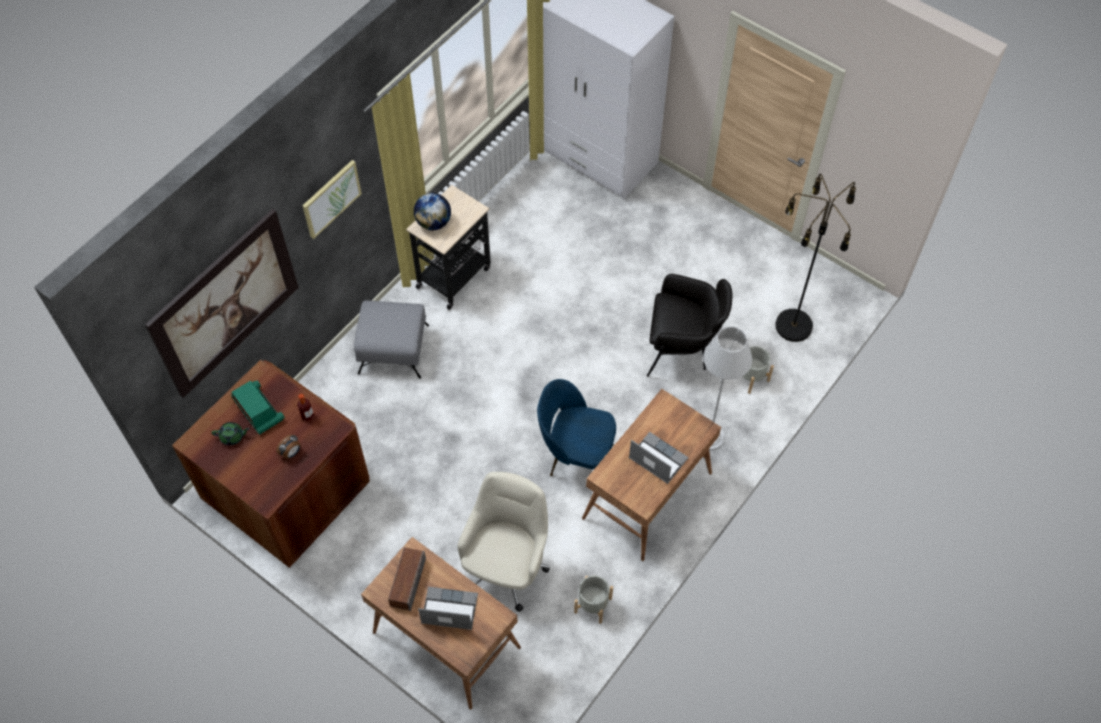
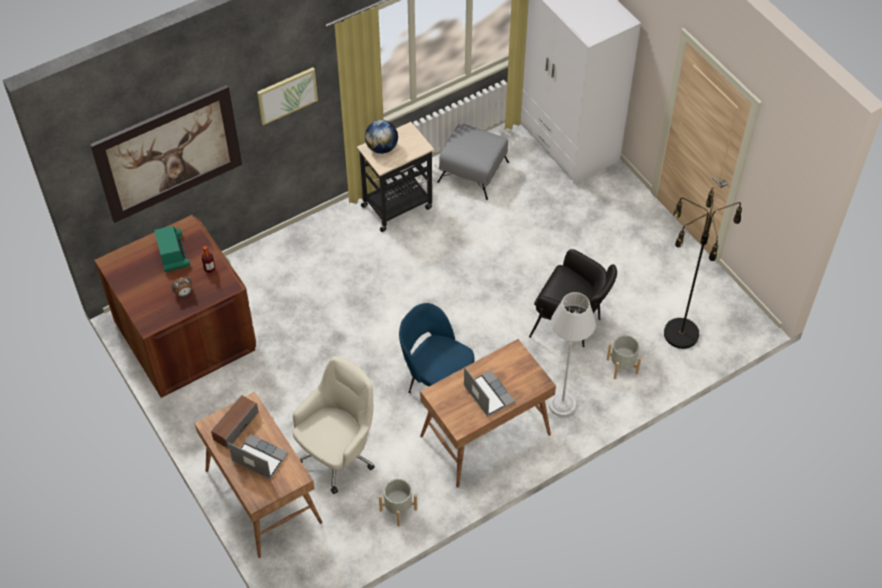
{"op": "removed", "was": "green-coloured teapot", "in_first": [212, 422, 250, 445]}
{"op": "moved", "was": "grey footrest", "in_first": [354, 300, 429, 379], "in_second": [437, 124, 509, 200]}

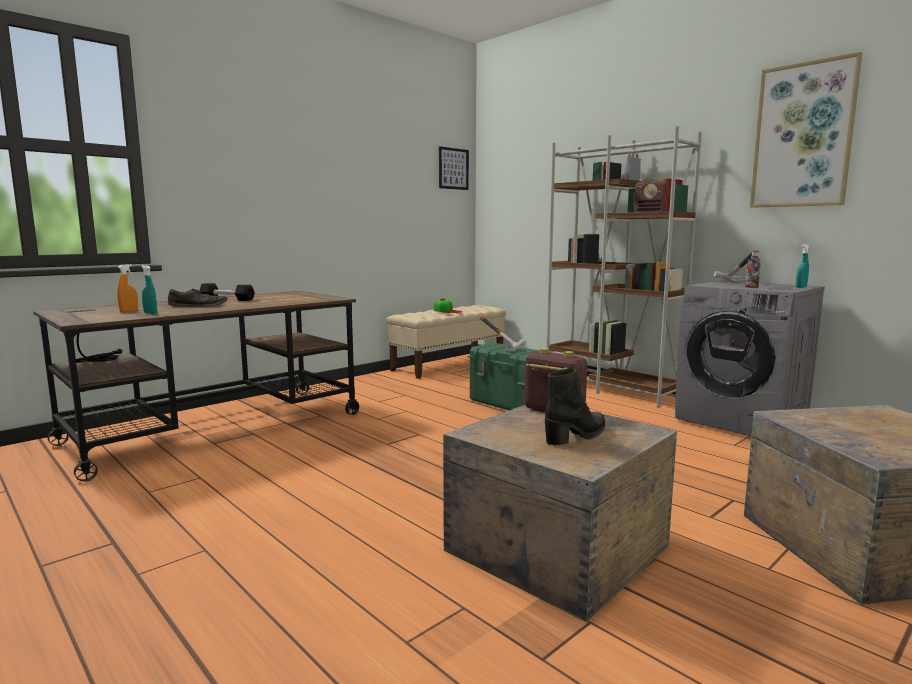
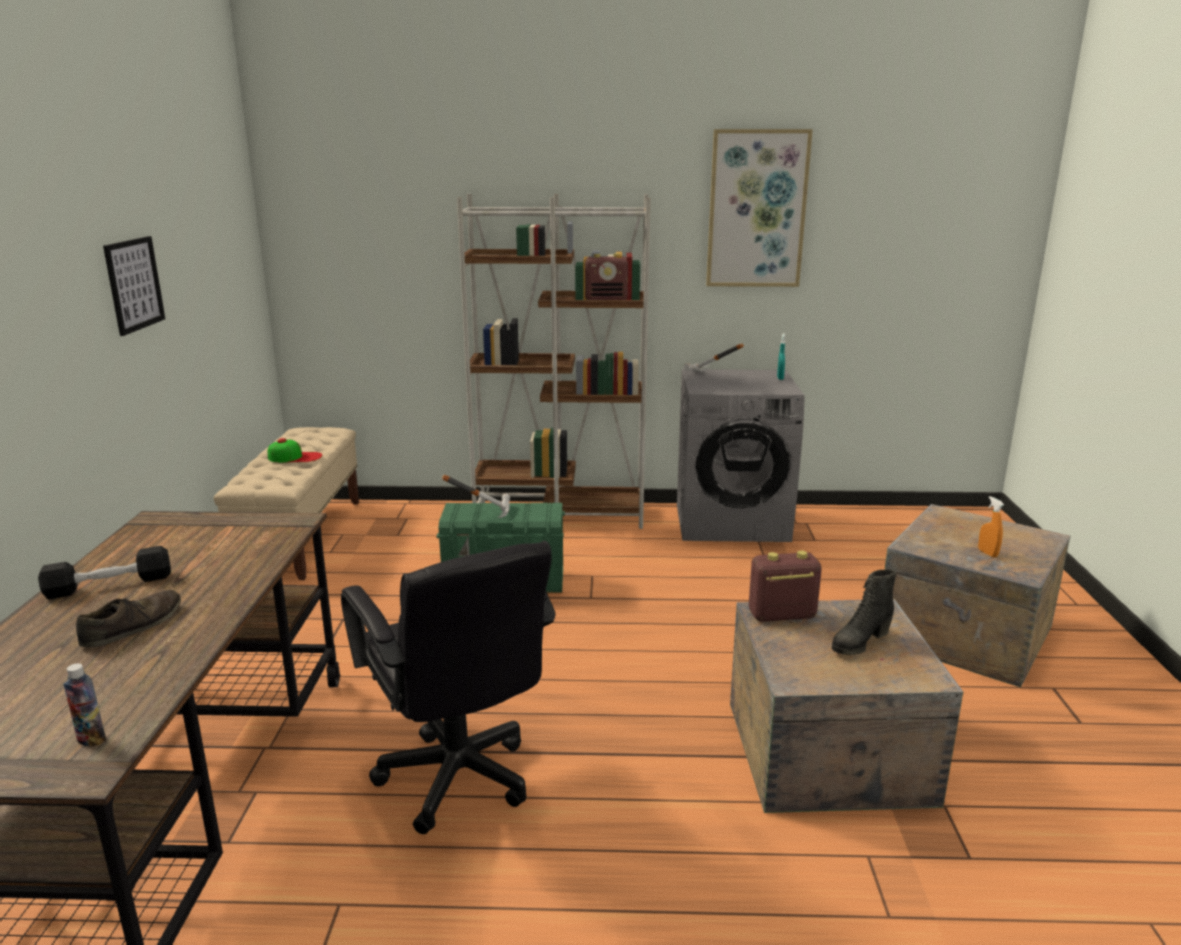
{"op": "removed", "was": "turquoise-coloured spray bottle", "in_first": [141, 265, 157, 315]}
{"op": "added", "now": "black-coloured office chair", "in_second": [341, 541, 555, 834]}
{"op": "moved", "was": "orange spray bottle", "in_first": [117, 264, 138, 312], "in_second": [978, 496, 1004, 558]}
{"op": "moved", "was": "wall picture", "in_first": [439, 146, 469, 190], "in_second": [103, 236, 165, 336]}
{"op": "moved", "was": "drink bottle", "in_first": [745, 252, 761, 288], "in_second": [63, 663, 106, 746]}
{"op": "turned", "was": "black-coloured high-top boot", "in_first": [545, 368, 605, 446], "in_second": [832, 570, 896, 655], "clockwise": -135}

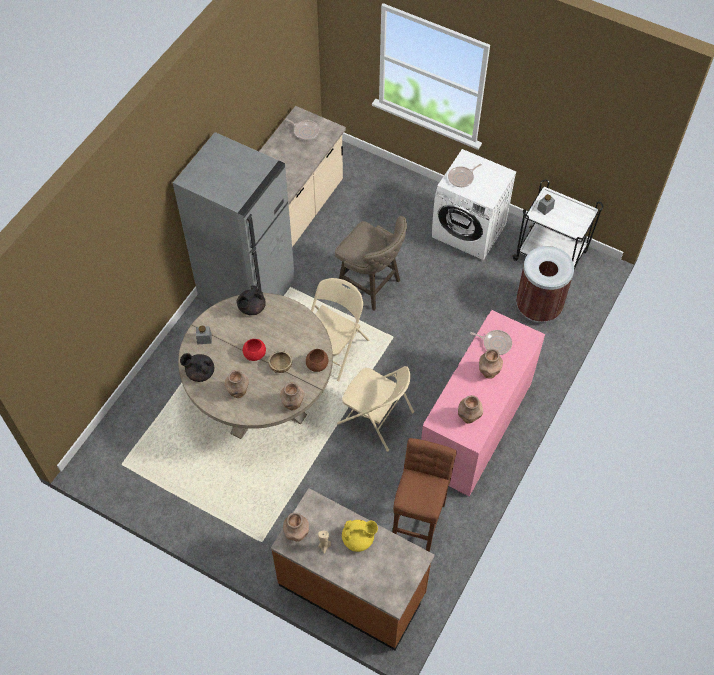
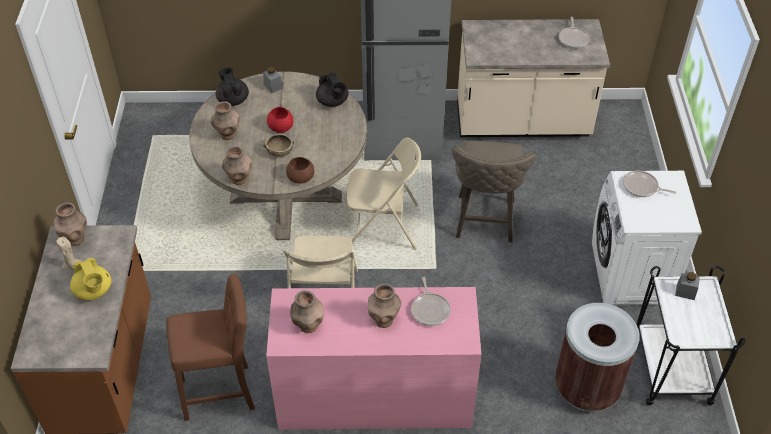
{"op": "turned", "was": "black-coloured teapot", "in_first": [236, 285, 266, 315], "in_second": [316, 73, 349, 107], "clockwise": -135}

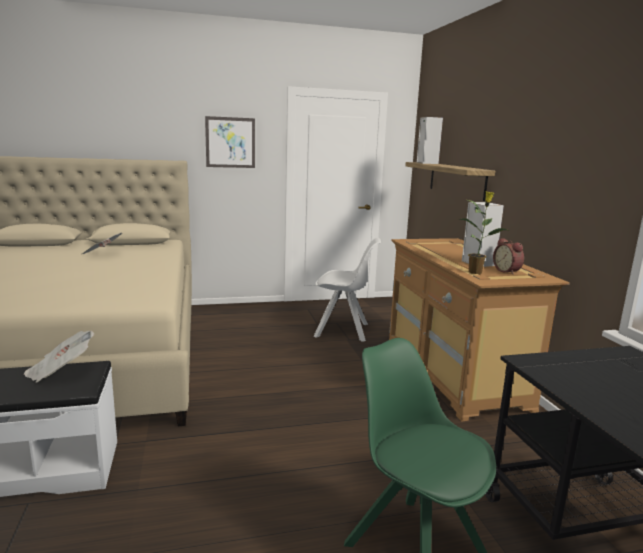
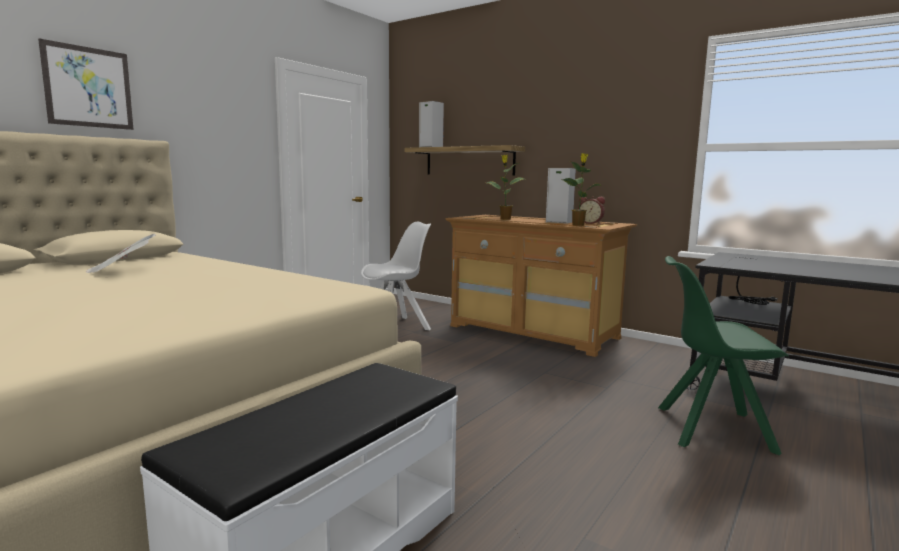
{"op": "removed", "was": "daily paper", "in_first": [24, 331, 94, 383]}
{"op": "added", "now": "plant in a pot", "in_second": [487, 155, 524, 220]}
{"op": "moved", "was": "wall picture", "in_first": [205, 116, 255, 168], "in_second": [38, 38, 134, 130]}

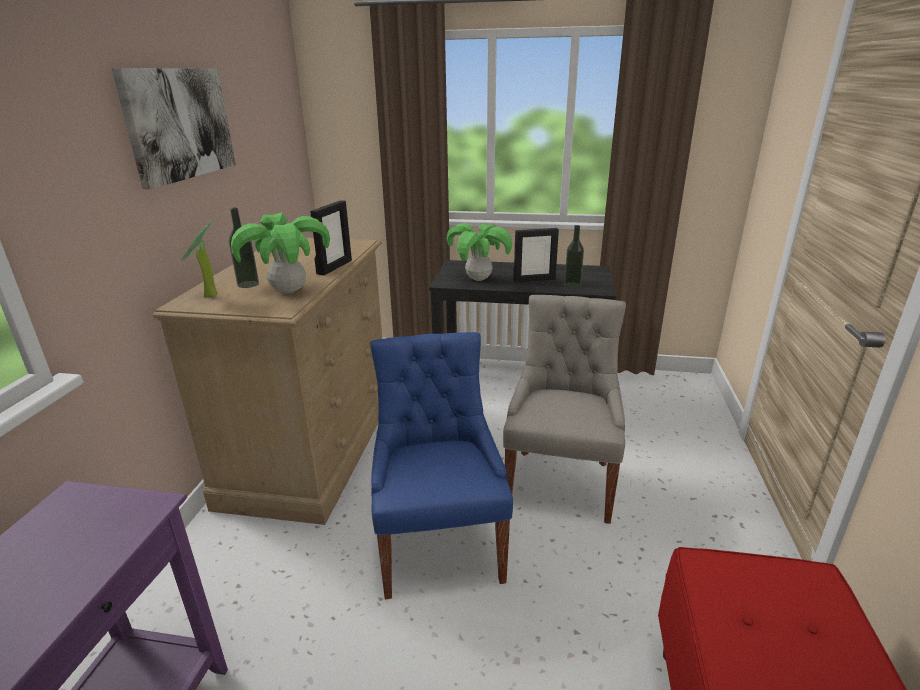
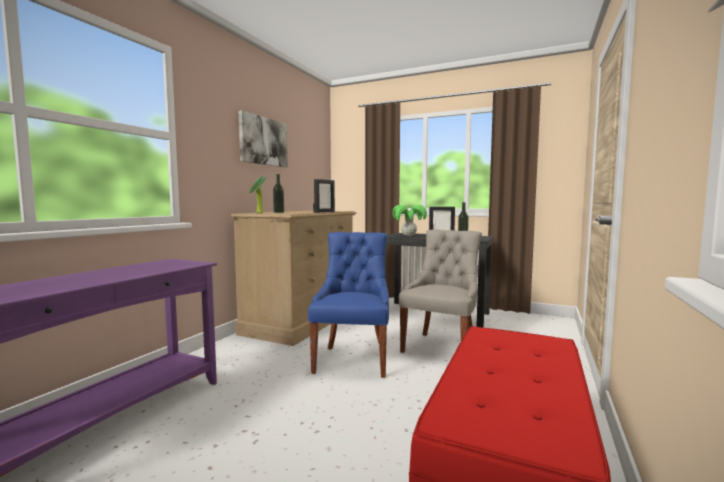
{"op": "removed", "was": "plant in a pot", "in_first": [231, 213, 330, 293]}

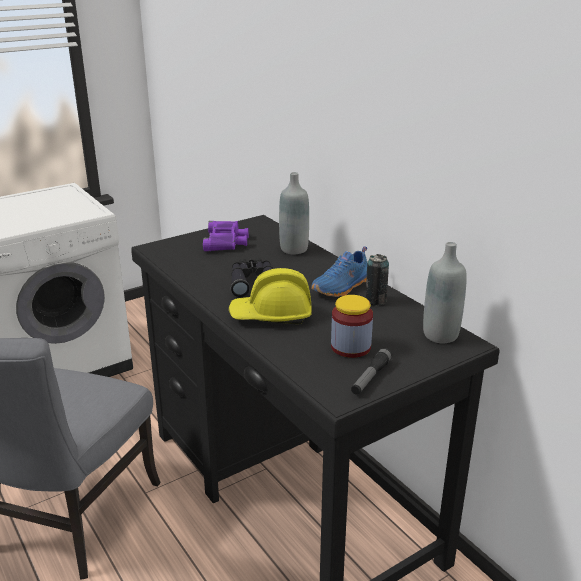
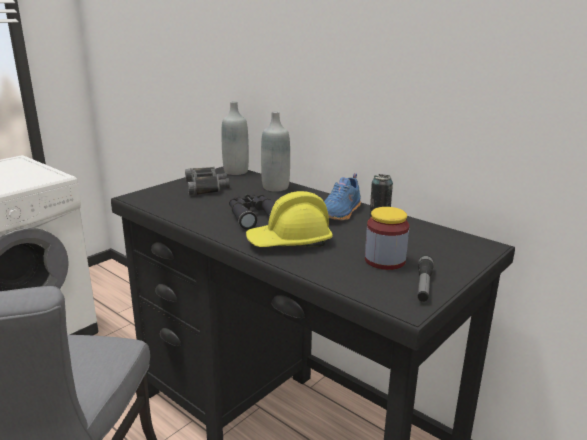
{"op": "moved", "was": "grey drink bottle", "in_first": [423, 242, 467, 343], "in_second": [221, 101, 249, 175]}
{"op": "recoloured", "was": "purplish pair of binoculars", "now": "black-coloured pair of binoculars", "in_first": [203, 221, 249, 251], "in_second": [185, 167, 230, 196]}

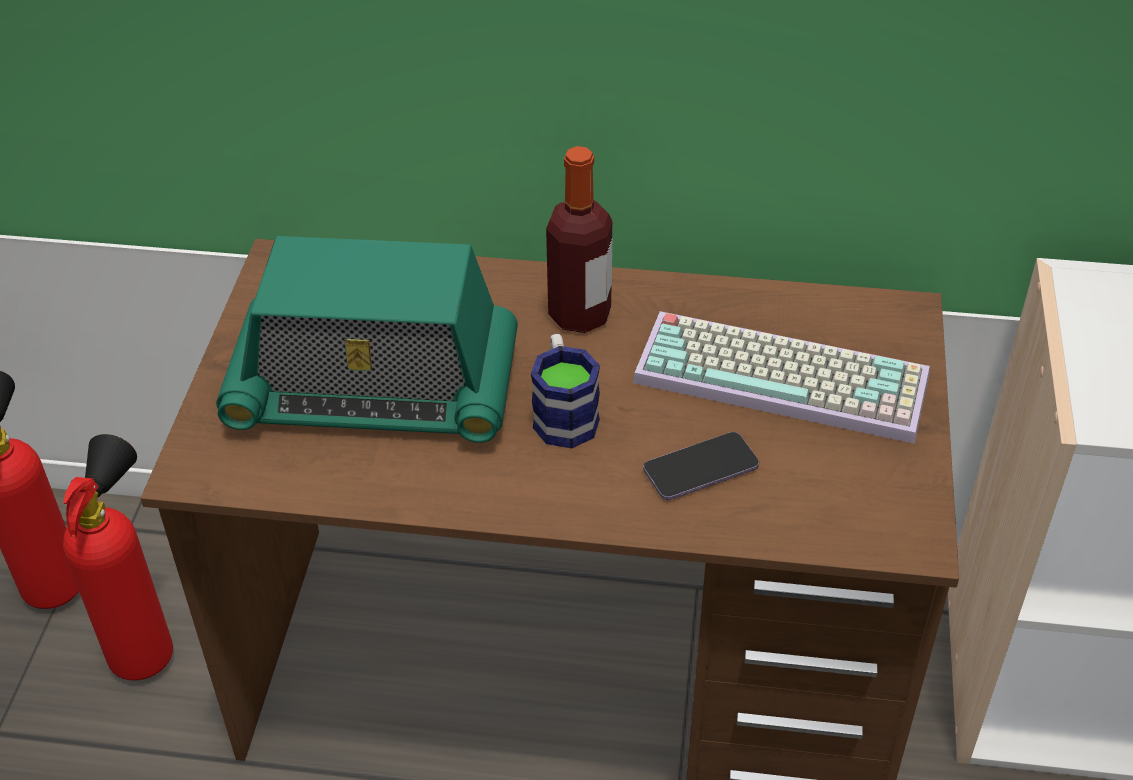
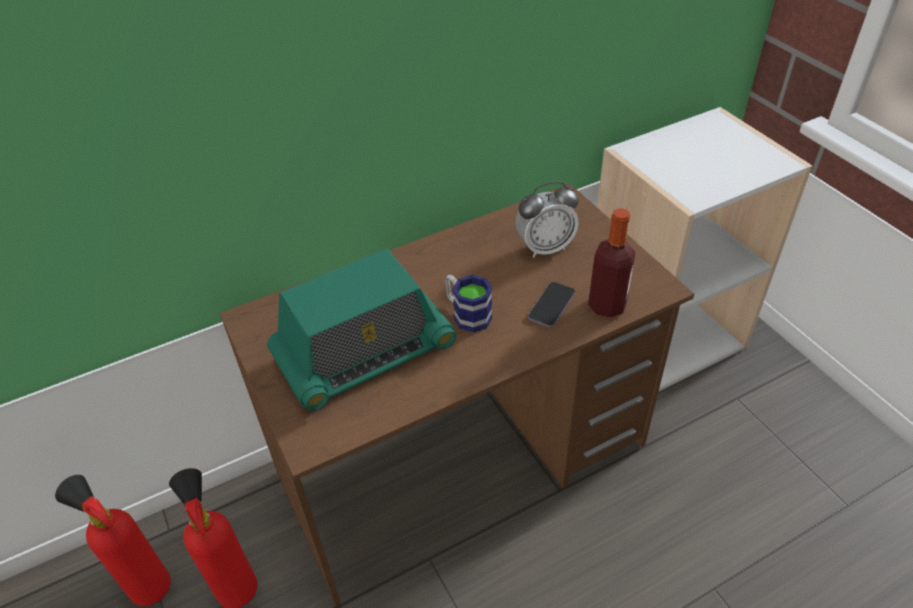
{"op": "moved", "was": "drink bottle", "in_first": [546, 146, 612, 333], "in_second": [588, 208, 635, 318]}
{"op": "replaced", "was": "computer keyboard", "now": "bedside clock", "in_first": [632, 311, 930, 444], "in_second": [515, 181, 579, 258]}

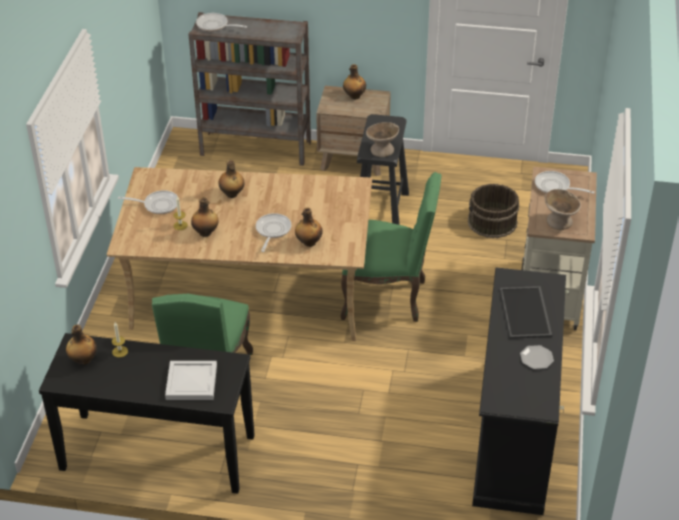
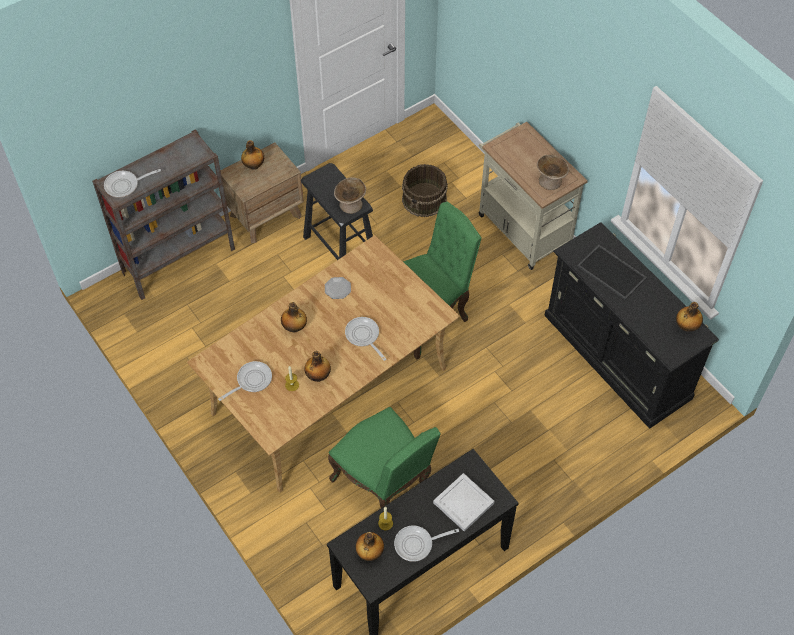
{"op": "moved", "was": "drink bottle", "in_first": [295, 208, 323, 247], "in_second": [676, 302, 703, 332]}
{"op": "moved", "was": "flat dish", "in_first": [520, 345, 554, 369], "in_second": [325, 277, 351, 299]}
{"op": "moved", "was": "skillet", "in_first": [535, 171, 595, 194], "in_second": [394, 525, 459, 562]}

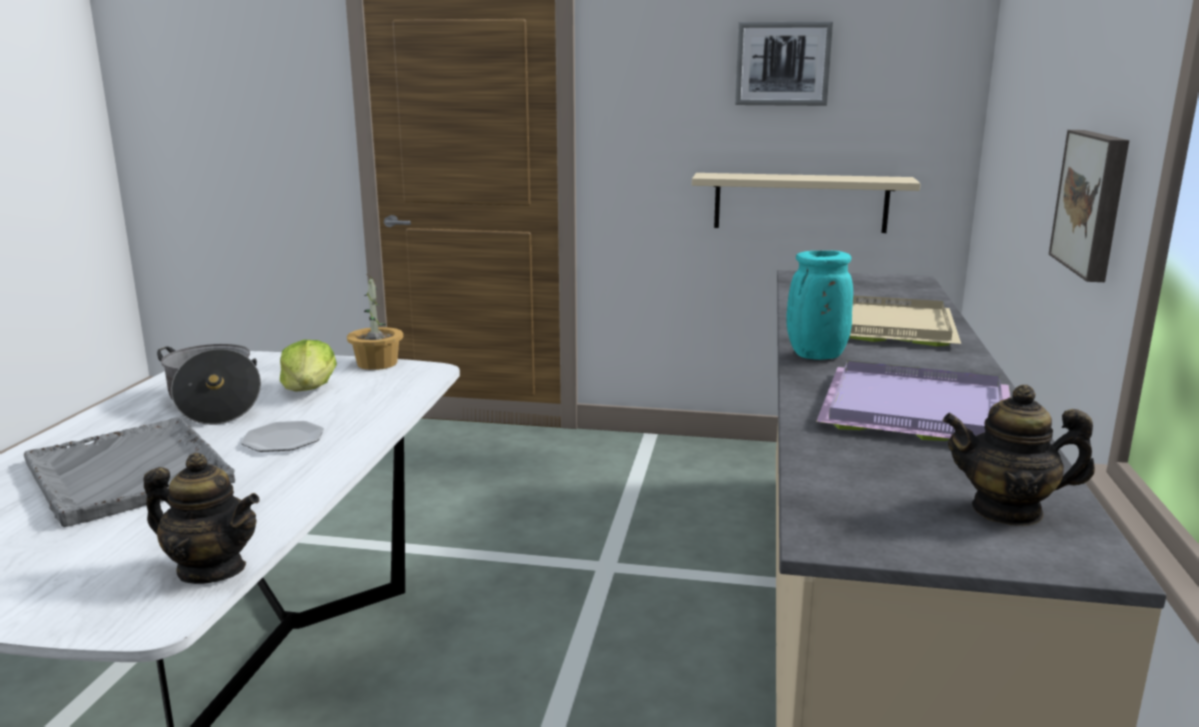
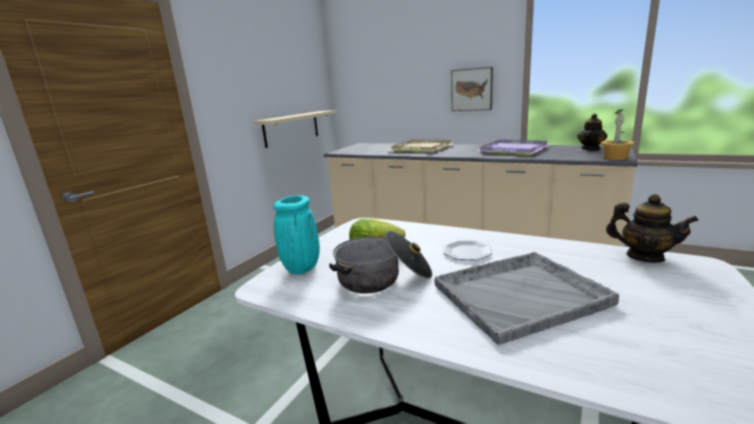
{"op": "removed", "was": "wall picture", "in_first": [735, 22, 833, 106]}
{"op": "moved", "was": "plant in a pot", "in_first": [347, 275, 403, 370], "in_second": [601, 109, 634, 160]}
{"op": "moved", "was": "turquoise-coloured flower vase", "in_first": [786, 251, 853, 360], "in_second": [273, 195, 320, 274]}
{"op": "turned", "was": "teapot", "in_first": [144, 453, 260, 584], "in_second": [606, 194, 699, 263], "clockwise": 90}

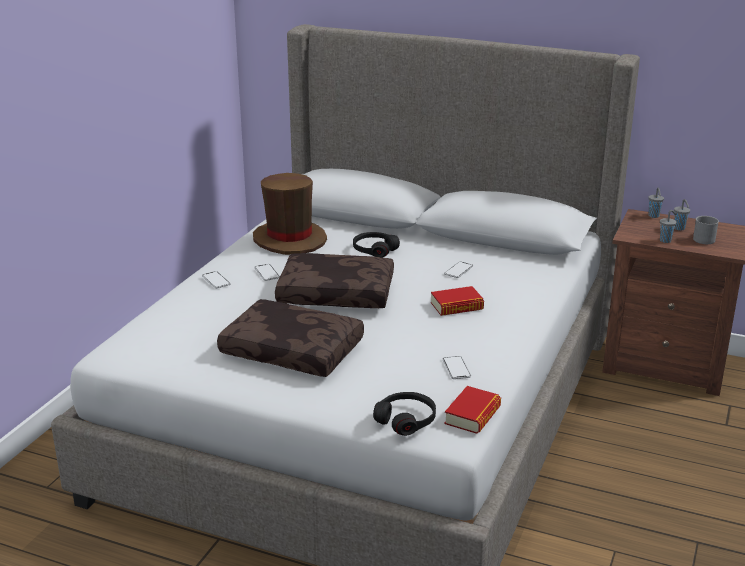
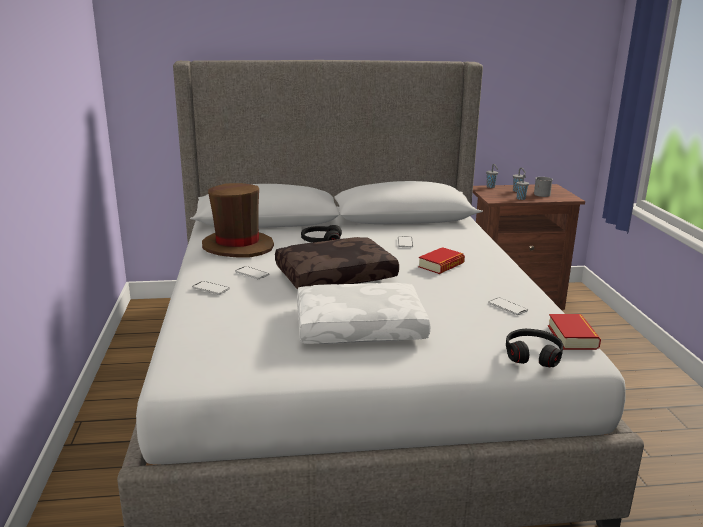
{"op": "recoloured", "was": "brownish throw pillow", "now": "white throw pillow", "in_first": [217, 299, 364, 377], "in_second": [297, 283, 430, 344]}

